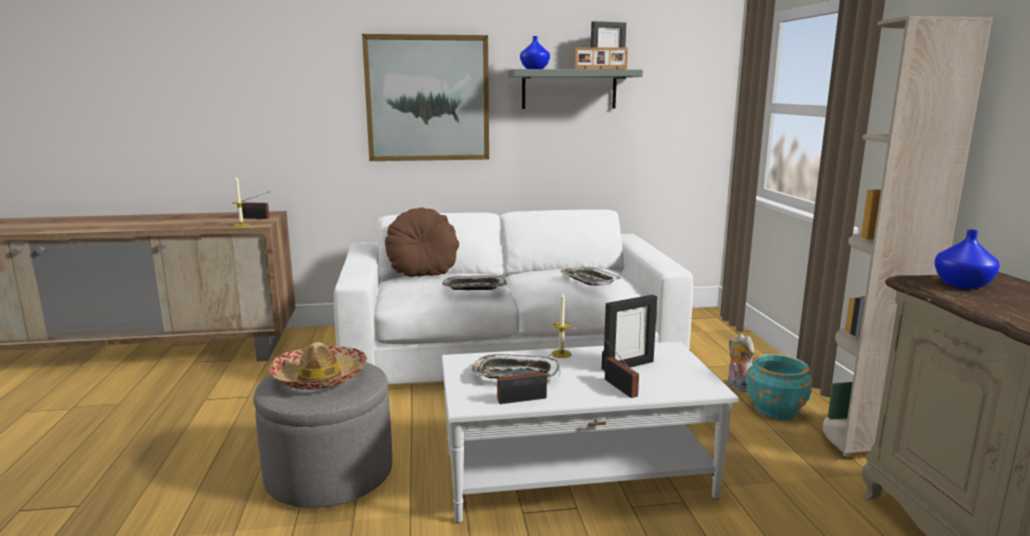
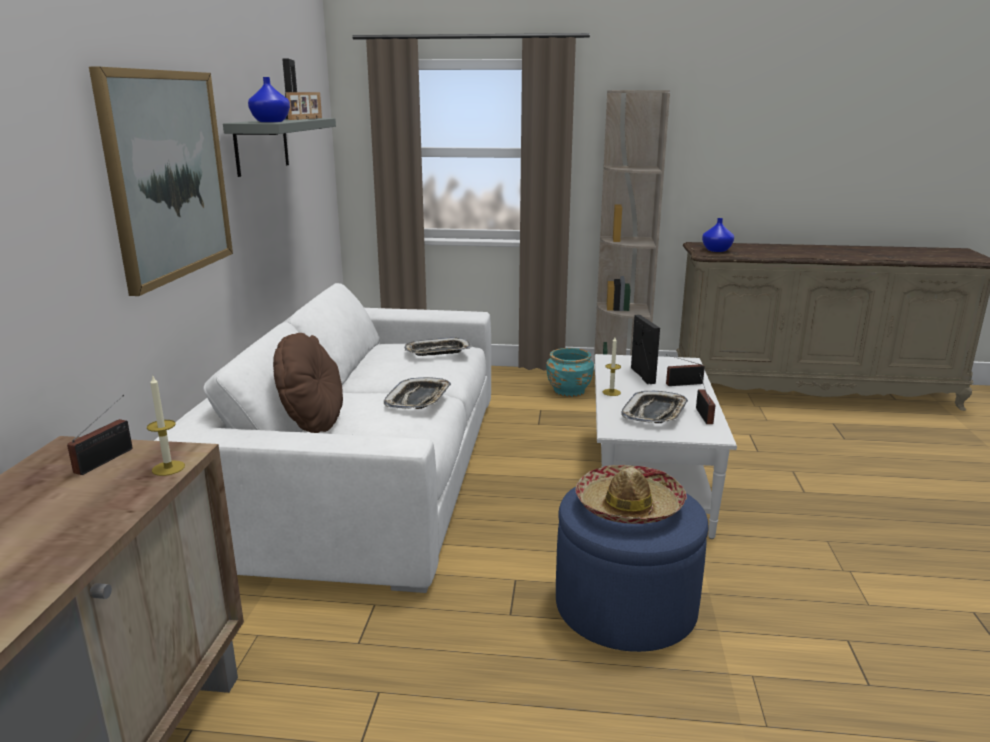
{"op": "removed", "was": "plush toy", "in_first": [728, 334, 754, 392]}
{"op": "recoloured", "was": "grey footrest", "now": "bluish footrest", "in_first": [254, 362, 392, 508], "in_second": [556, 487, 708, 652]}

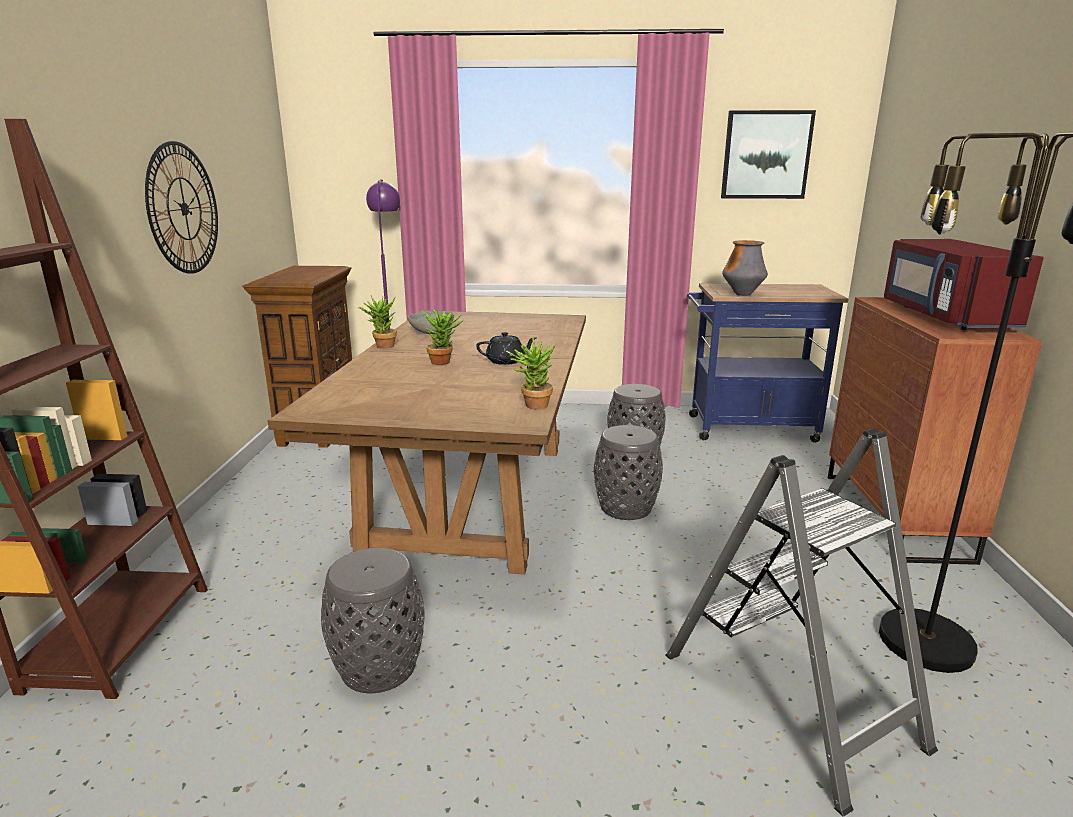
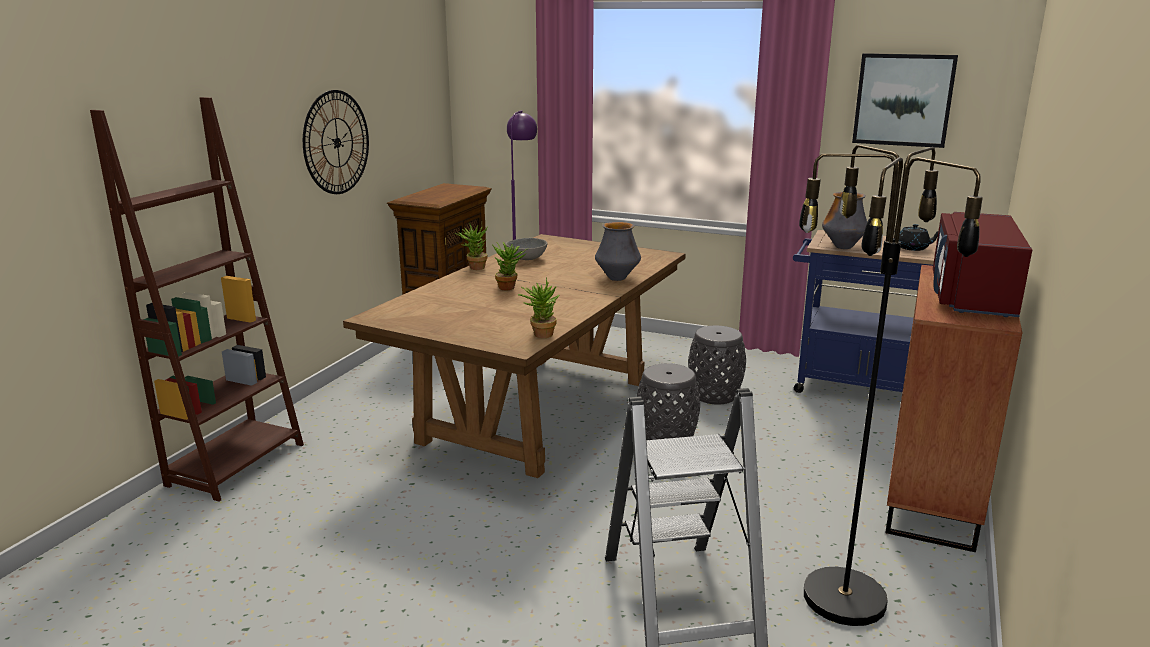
{"op": "removed", "was": "grey sitting stool", "in_first": [321, 548, 425, 693]}
{"op": "added", "now": "flower vase", "in_second": [595, 222, 641, 281]}
{"op": "moved", "was": "black-coloured teapot", "in_first": [476, 332, 536, 365], "in_second": [893, 224, 938, 251]}

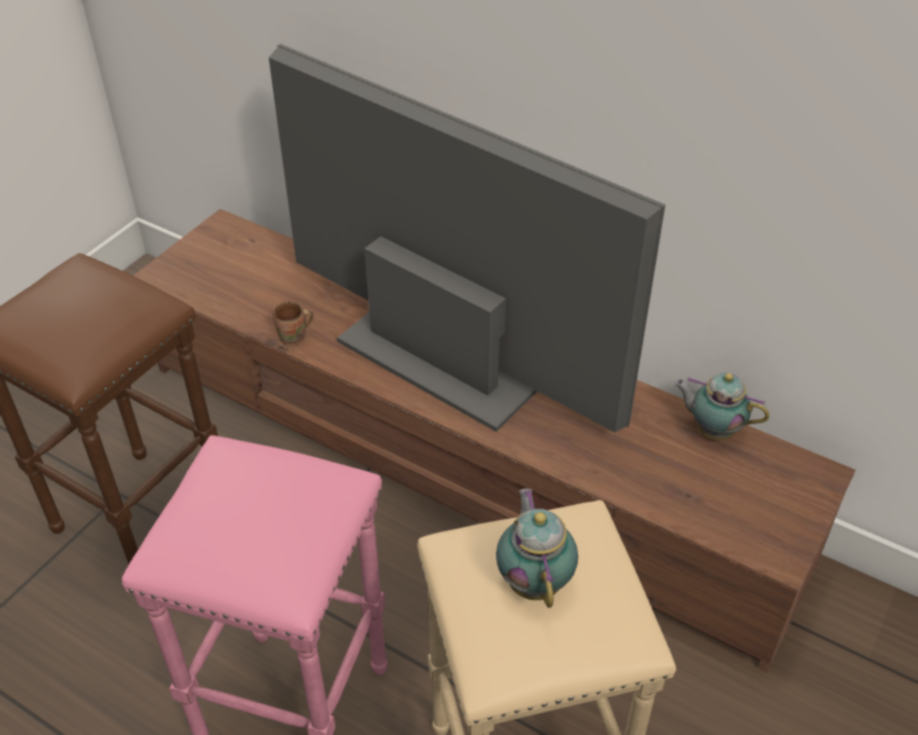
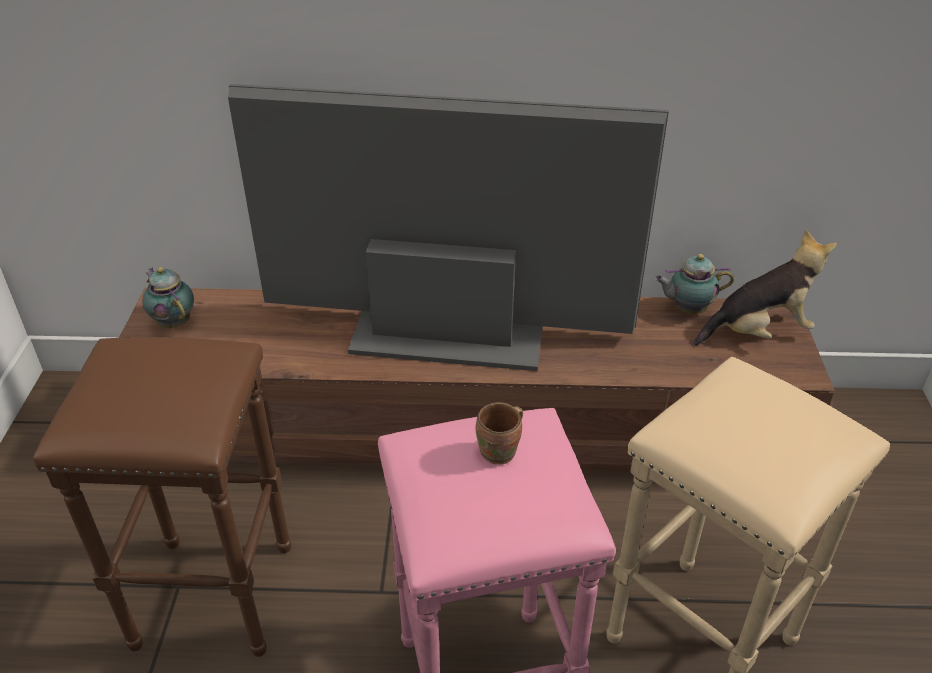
{"op": "added", "now": "plush toy", "in_second": [694, 229, 837, 346]}
{"op": "moved", "was": "brownish tea mug", "in_first": [273, 301, 313, 346], "in_second": [475, 402, 523, 465]}
{"op": "moved", "was": "teapot", "in_first": [496, 488, 578, 608], "in_second": [142, 267, 194, 328]}

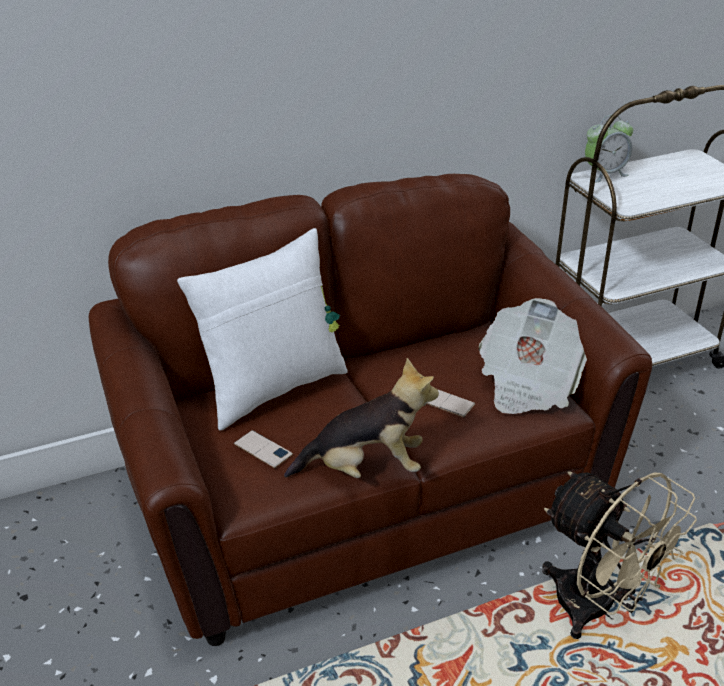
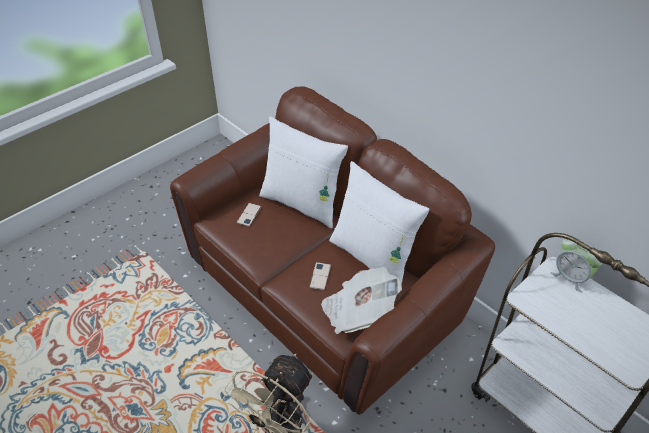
{"op": "removed", "was": "plush toy", "in_first": [284, 358, 439, 478]}
{"op": "added", "now": "white throw pillow", "in_second": [329, 161, 429, 284]}

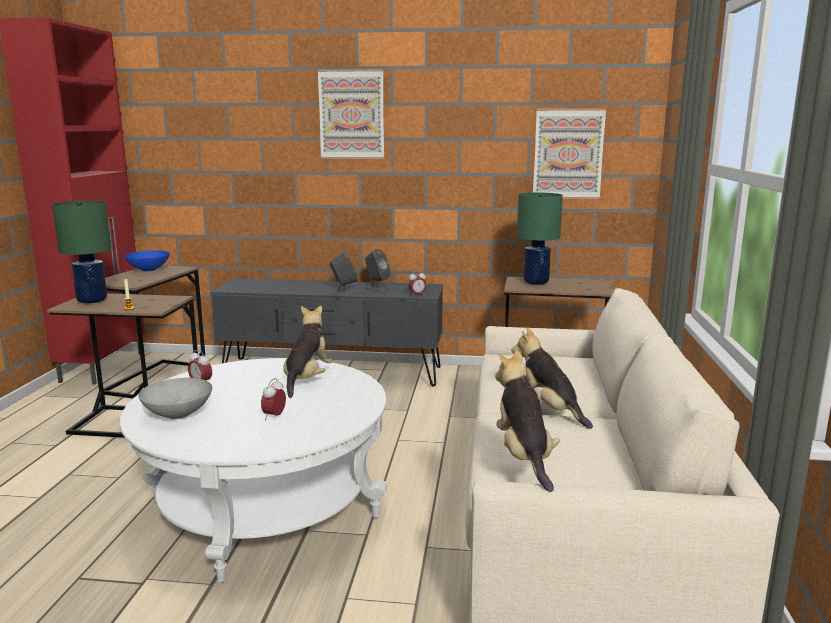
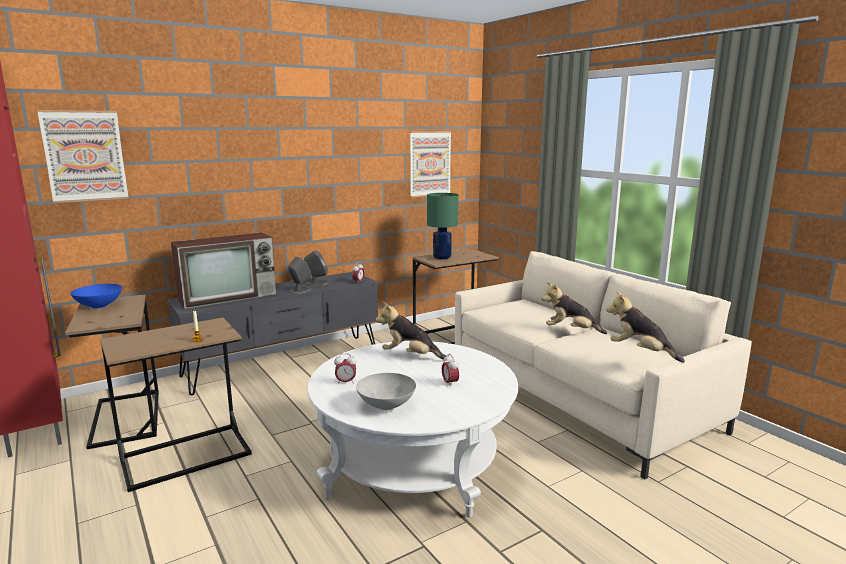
{"op": "removed", "was": "green-coloured lamp for a table", "in_first": [52, 200, 112, 304]}
{"op": "added", "now": "TV", "in_second": [171, 233, 276, 309]}
{"op": "moved", "was": "wall picture", "in_first": [317, 69, 384, 159], "in_second": [37, 110, 128, 203]}
{"op": "turned", "was": "plush toy", "in_first": [283, 306, 333, 398], "in_second": [376, 302, 446, 360], "clockwise": -45}

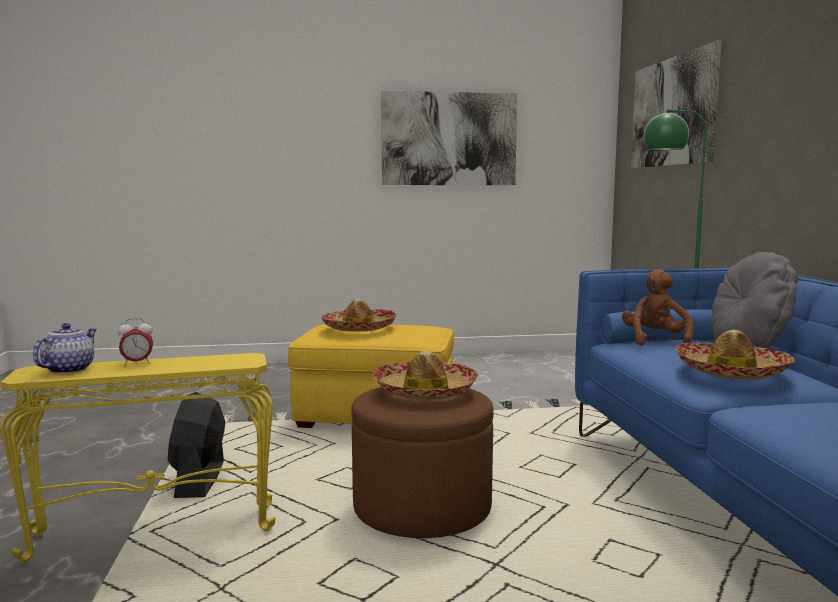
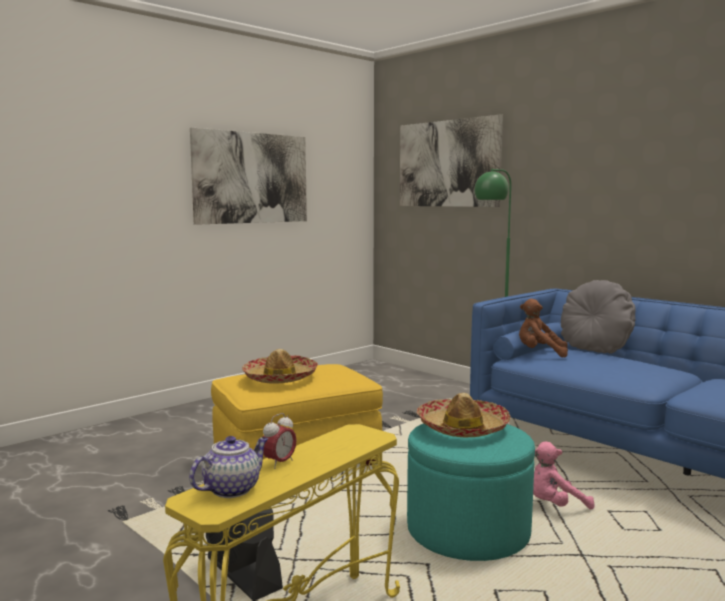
{"op": "removed", "was": "clothing hat", "in_first": [675, 330, 795, 380]}
{"op": "added", "now": "pinkish plush toy", "in_second": [533, 442, 595, 509]}
{"op": "recoloured", "was": "brownish footrest", "now": "turquoise-coloured footrest", "in_first": [351, 387, 494, 538], "in_second": [407, 423, 535, 561]}
{"op": "turned", "was": "teapot", "in_first": [33, 323, 97, 374], "in_second": [189, 436, 268, 498], "clockwise": 60}
{"op": "turned", "was": "brownish plush toy", "in_first": [622, 269, 694, 346], "in_second": [519, 299, 568, 357], "clockwise": -45}

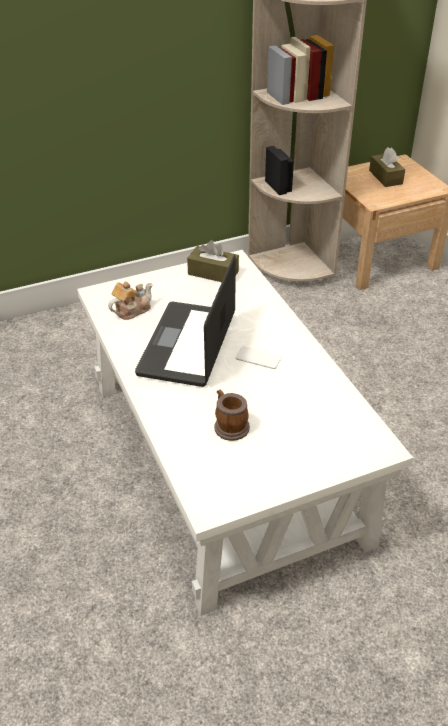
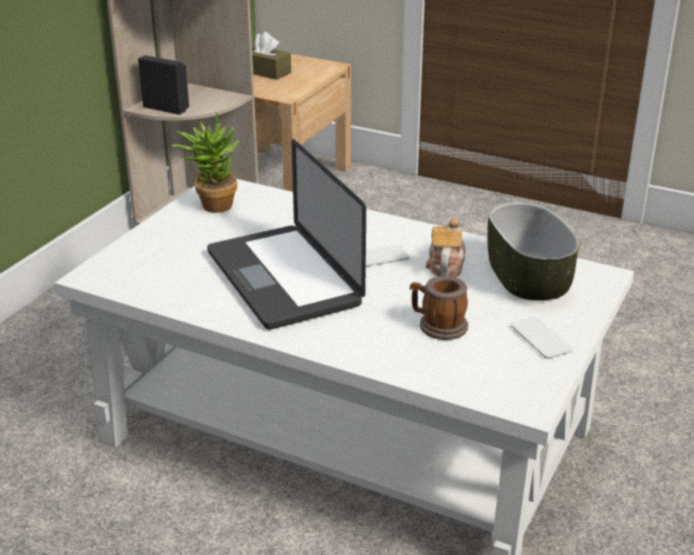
{"op": "added", "now": "deep dish", "in_second": [488, 202, 579, 301]}
{"op": "added", "now": "phone", "in_second": [511, 317, 573, 359]}
{"op": "moved", "was": "teapot", "in_first": [108, 282, 153, 320], "in_second": [426, 218, 466, 277]}
{"op": "replaced", "was": "brownish tissue box", "now": "plant in a pot", "in_first": [187, 240, 239, 282], "in_second": [171, 113, 239, 213]}

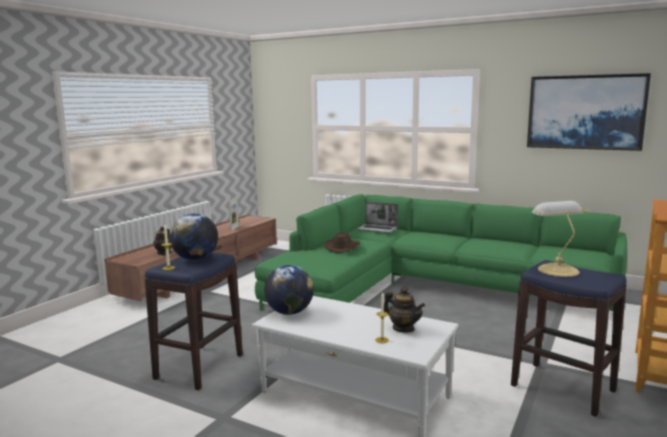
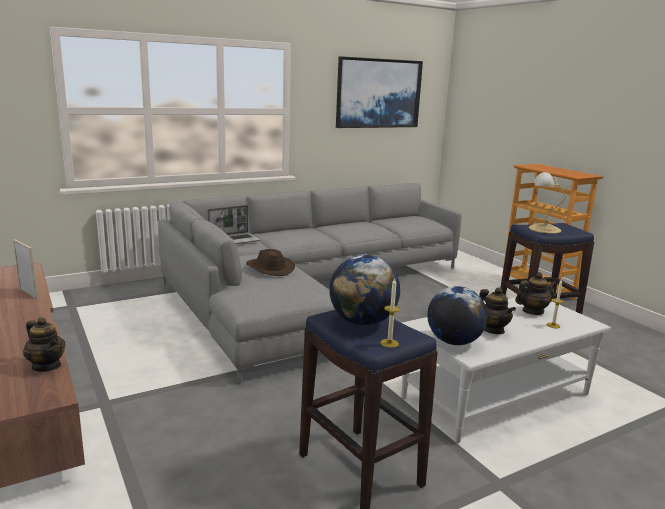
{"op": "added", "now": "teapot", "in_second": [479, 287, 516, 334]}
{"op": "recoloured", "was": "green-coloured settee", "now": "grey settee", "in_first": [255, 194, 627, 311], "in_second": [159, 183, 462, 384]}

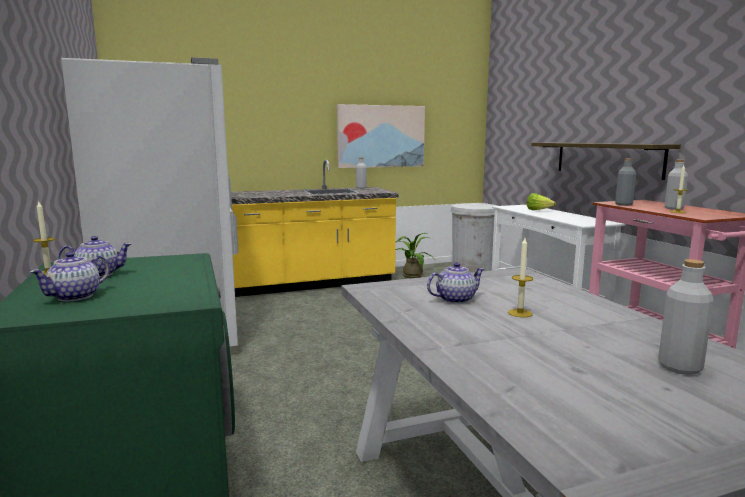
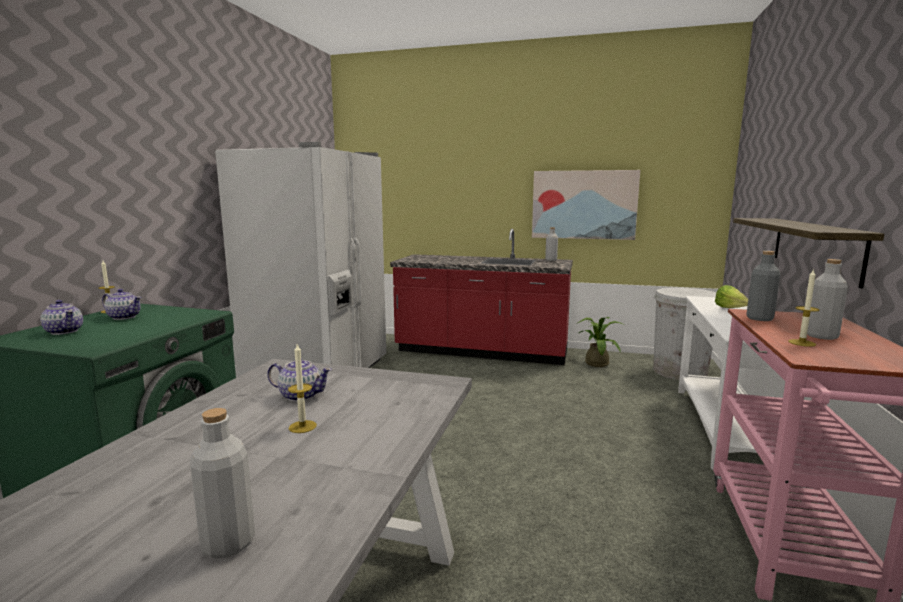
{"op": "recoloured", "was": "yellowish kitchen base unit", "now": "red kitchen base unit", "in_first": [231, 160, 398, 297], "in_second": [390, 229, 573, 365]}
{"op": "turned", "was": "teapot", "in_first": [29, 252, 110, 302], "in_second": [40, 300, 83, 335], "clockwise": -120}

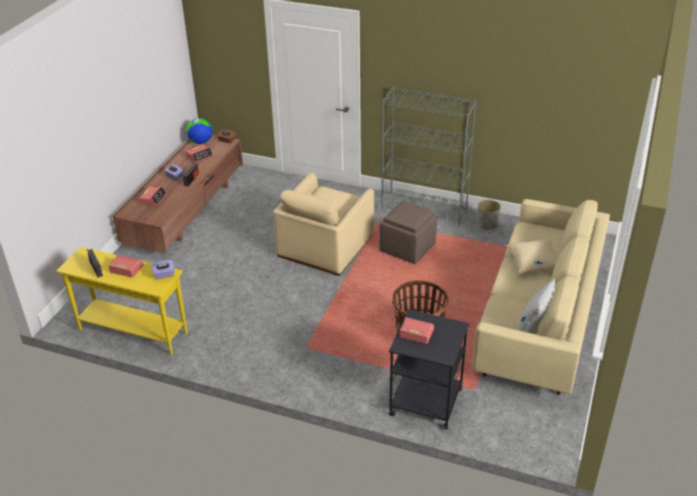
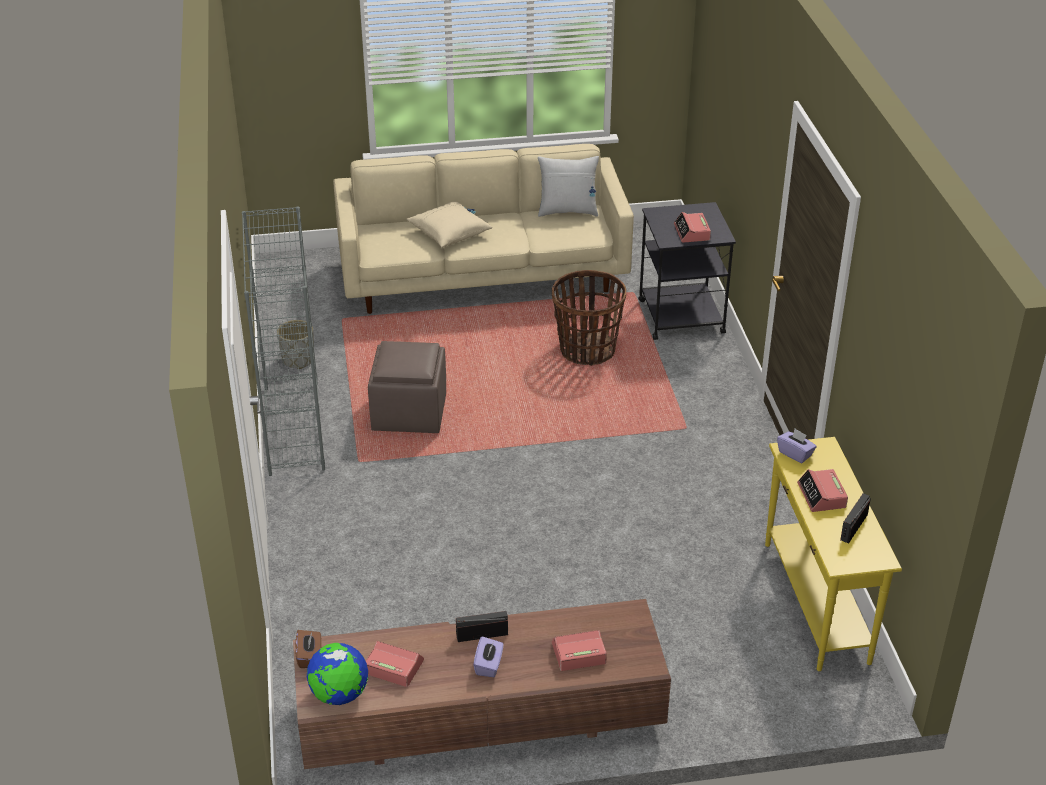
{"op": "removed", "was": "beige-coloured easy chair", "in_first": [273, 173, 374, 276]}

